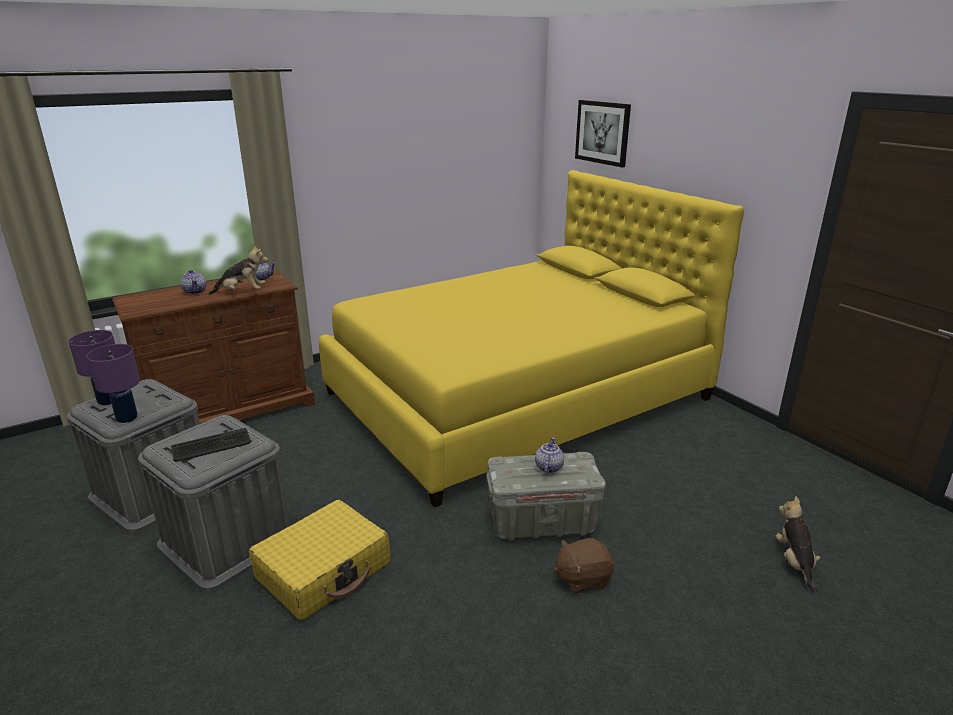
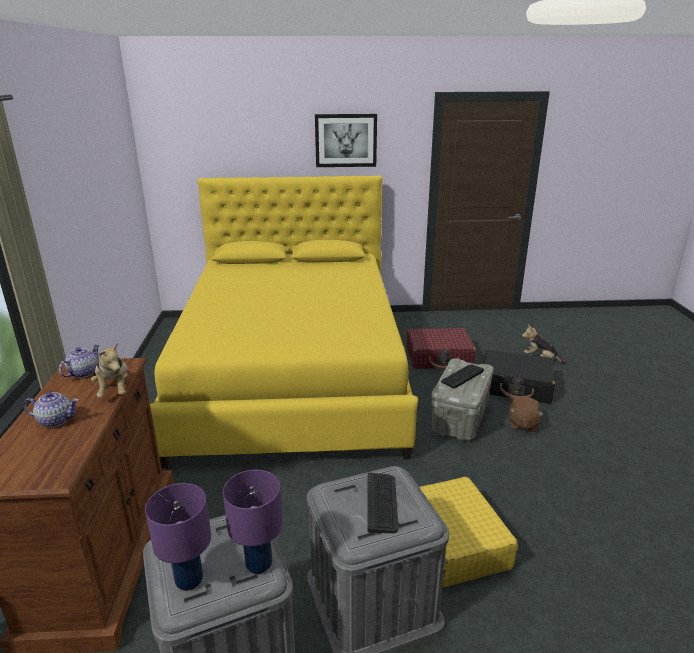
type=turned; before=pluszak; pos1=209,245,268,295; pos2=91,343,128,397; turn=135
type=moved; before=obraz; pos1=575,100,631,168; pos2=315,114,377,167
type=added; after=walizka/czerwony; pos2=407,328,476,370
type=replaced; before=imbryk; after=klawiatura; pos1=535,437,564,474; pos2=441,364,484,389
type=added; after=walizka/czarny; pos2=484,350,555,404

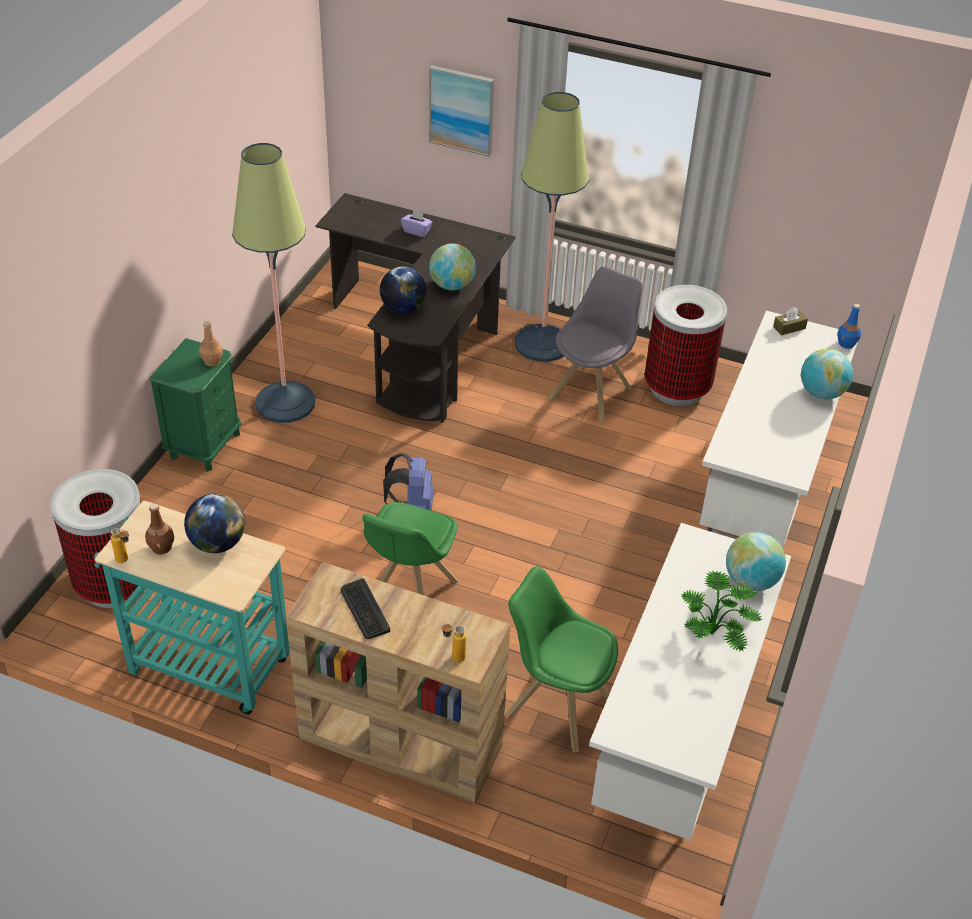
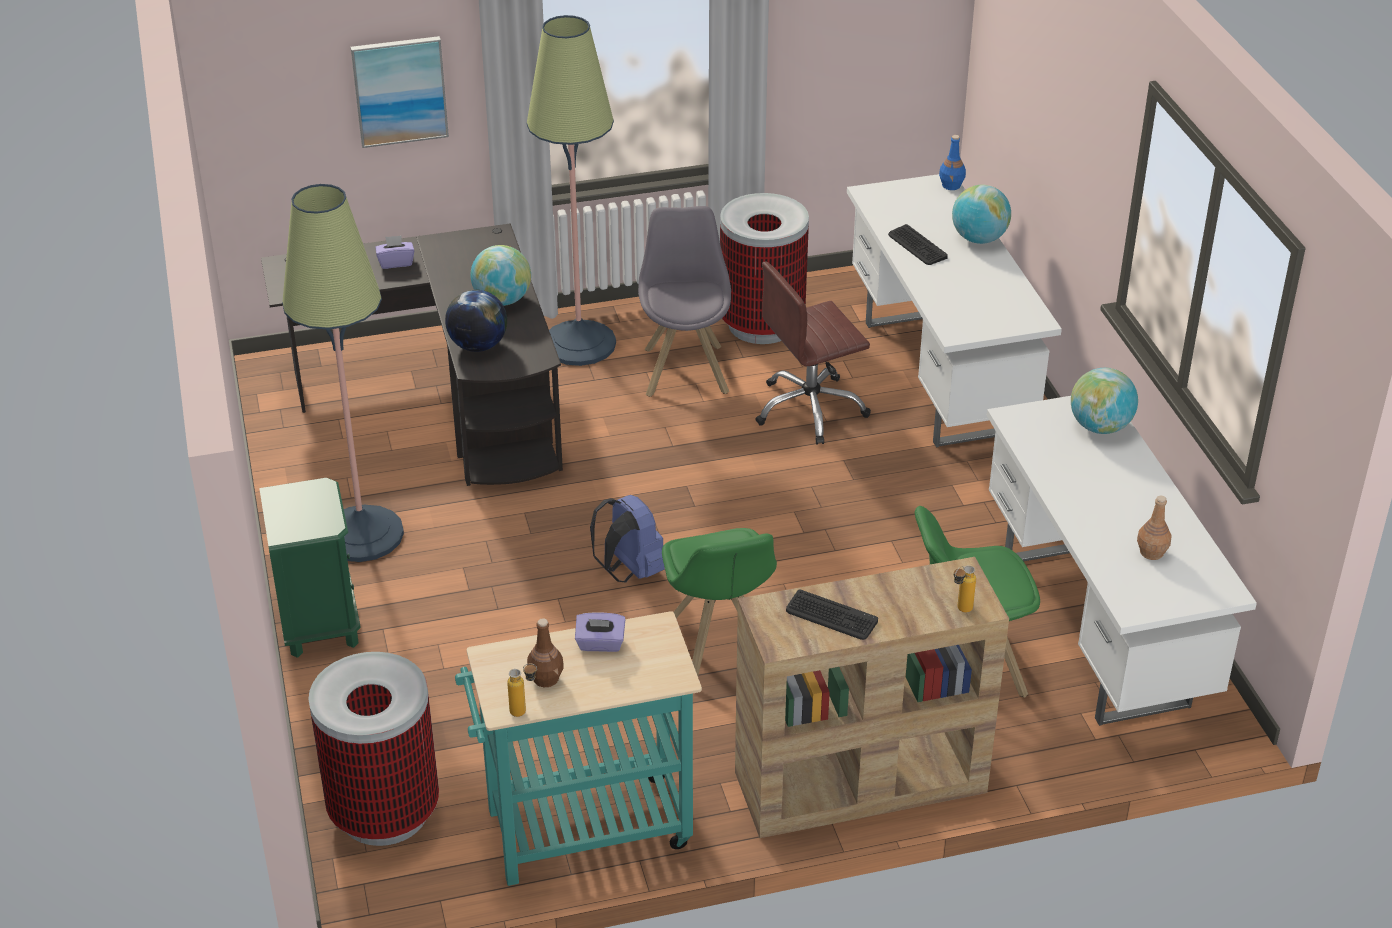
type=replaced; before=globus; after=pudełko chusteczek/fioletowy; pos1=184,494,245,553; pos2=575,612,625,652
type=added; after=krzesło biurowe/brązowy; pos2=755,261,871,444
type=added; after=klawiatura; pos2=888,224,948,265
type=moved; before=butelka/brązowy; pos1=199,321,223,366; pos2=1137,496,1171,560
type=removed; before=roślina doniczkowa; pos1=681,571,762,651
type=removed; before=pudełko chusteczek/brązowy; pos1=773,307,808,336

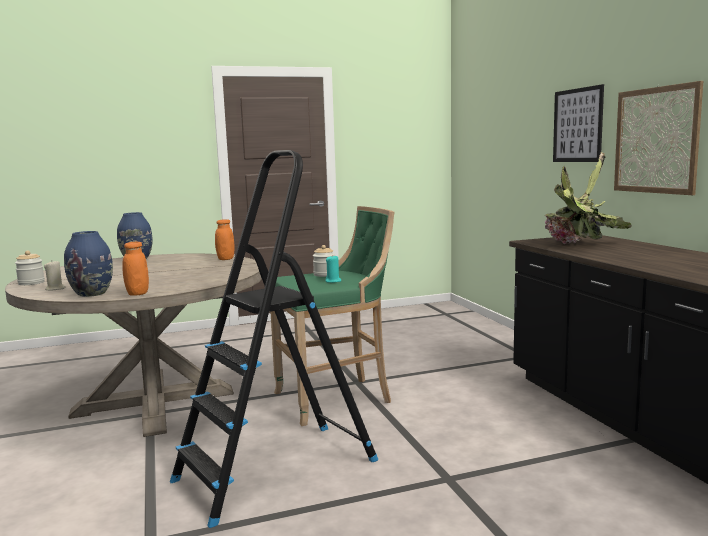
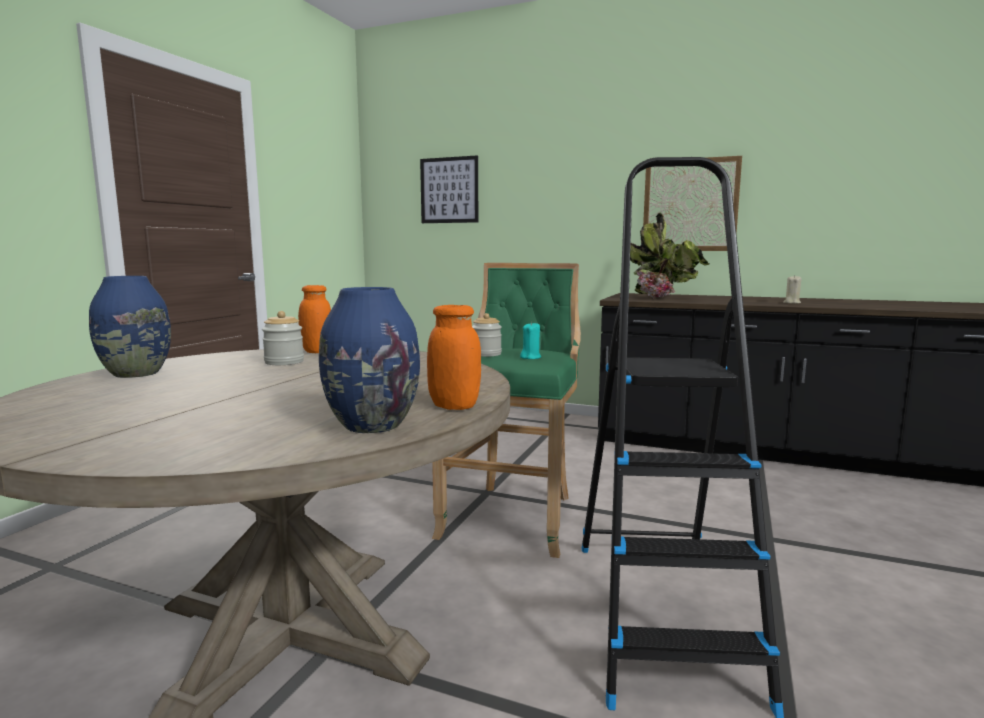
type=moved; before=słoik; pos1=15,251,45,285; pos2=262,311,304,365
type=moved; before=obraz; pos1=553,84,604,162; pos2=420,155,478,223
type=moved; before=świeca/beżowy; pos1=44,261,66,290; pos2=783,275,801,304

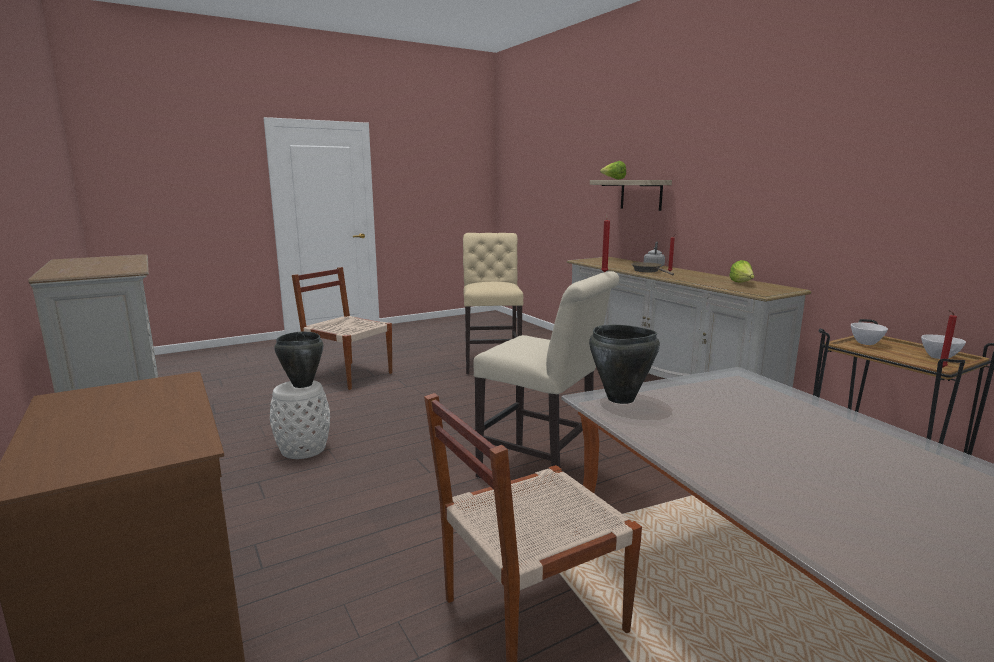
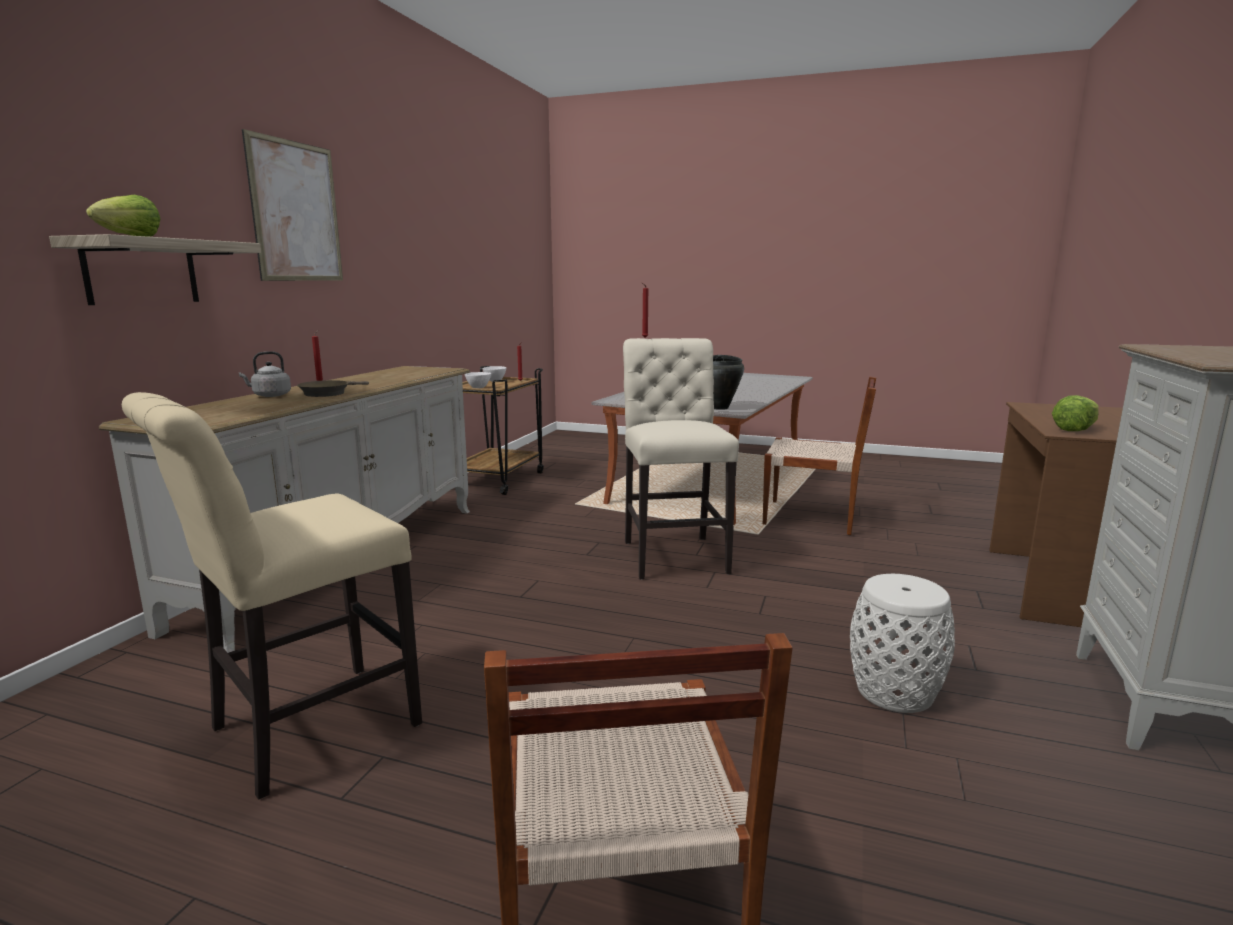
type=added; after=obraz; pos2=242,129,343,281
type=moved; before=sałata; pos1=729,260,755,283; pos2=1052,395,1099,431
type=removed; before=garnek/czarny; pos1=274,332,323,388

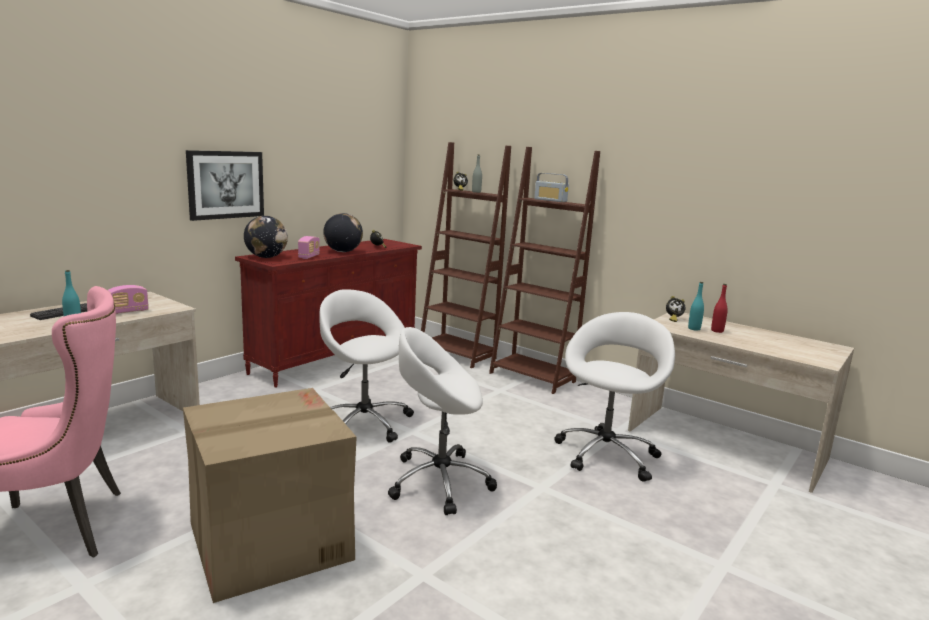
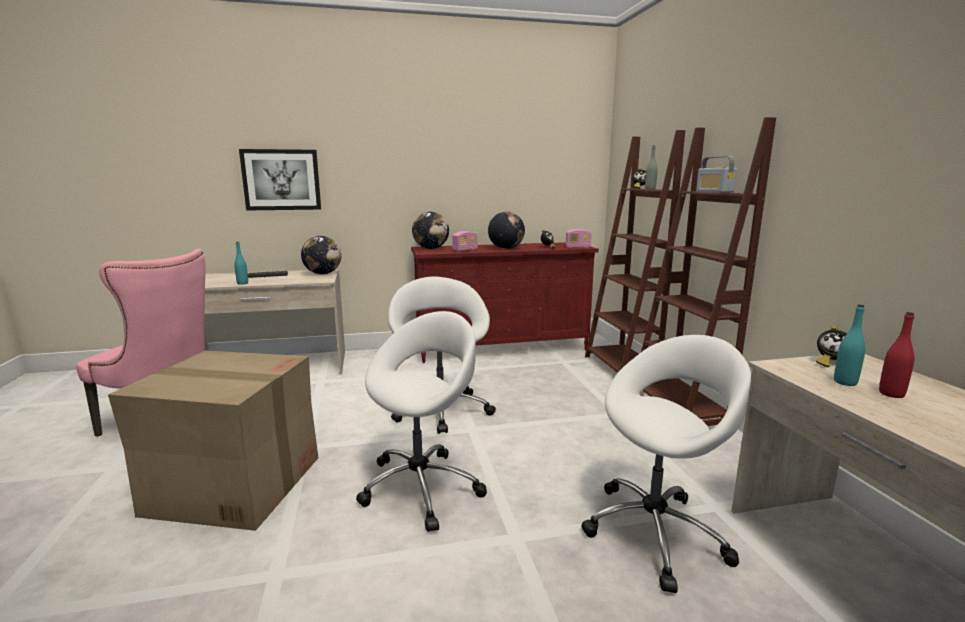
type=moved; before=obraz; pos1=186,150,264,221; pos2=239,149,321,211
type=added; after=globus; pos2=301,236,341,274
type=turned; before=krzesło biurowe/biały; pos1=388,327,497,515; pos2=356,311,487,532; turn=105
type=moved; before=radio; pos1=107,285,149,314; pos2=566,229,592,248

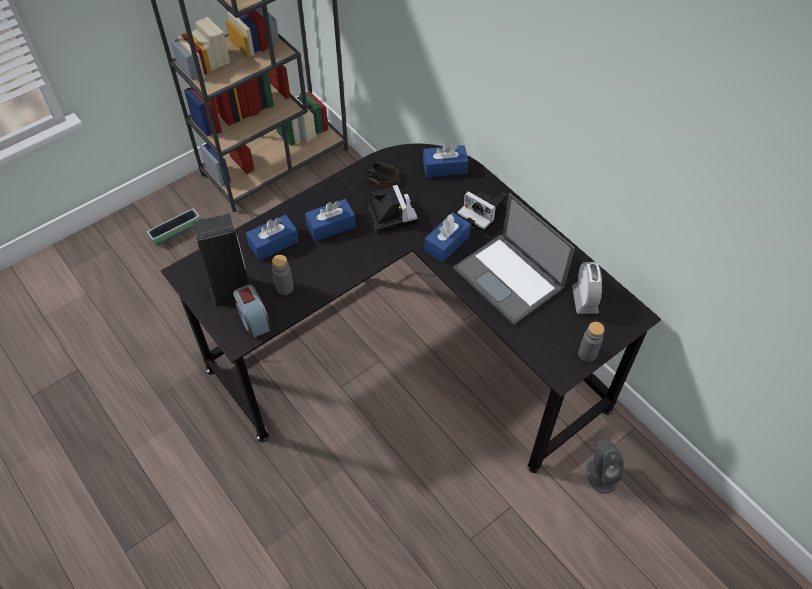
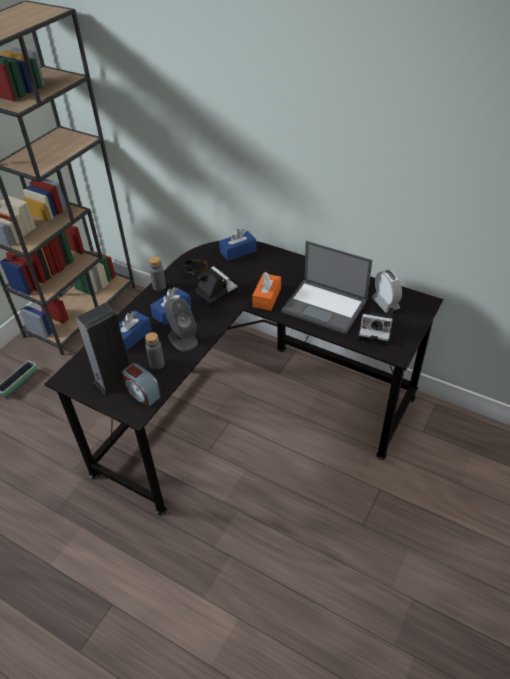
type=moved; before=butelka/szary; pos1=578,322,605,362; pos2=149,256,166,291
type=moved; before=głośnik/szary; pos1=585,439,624,494; pos2=164,299,198,352
type=recoloured; before=pudełko chusteczek/niebieski; after=pudełko chusteczek/pomarańczowy; pos1=424,212,471,263; pos2=252,272,281,311
type=moved; before=aparat fotograficzny; pos1=457,191,507,234; pos2=358,307,394,346

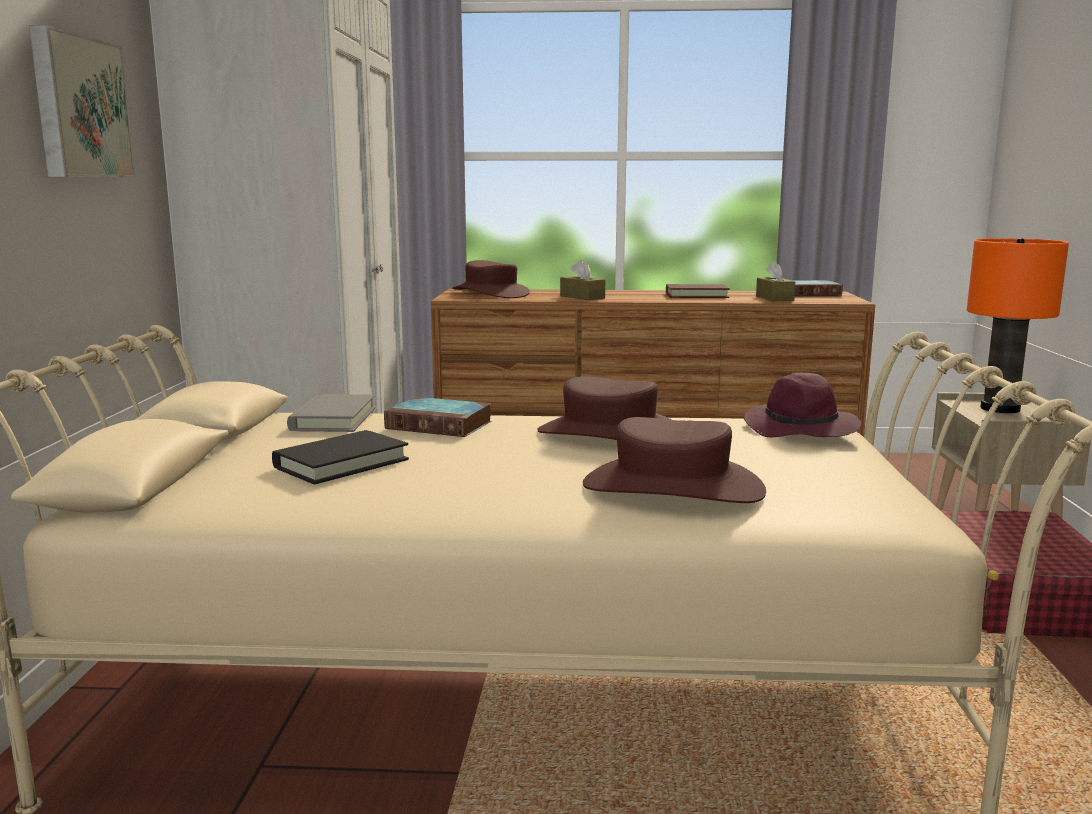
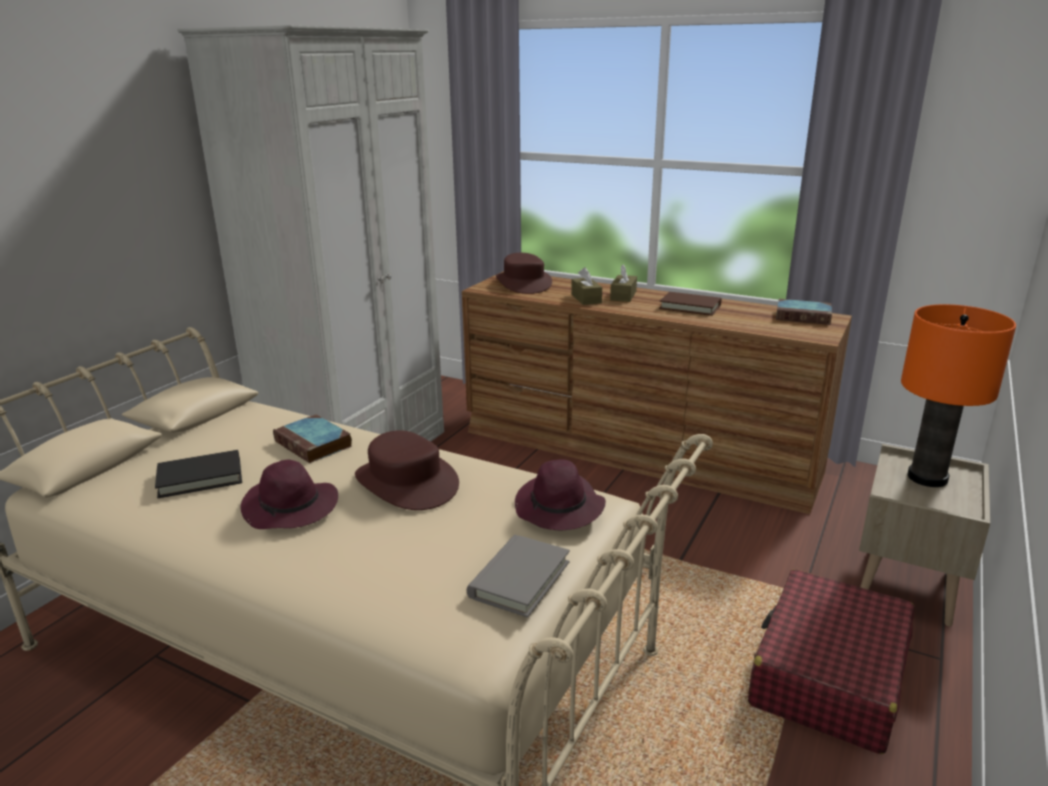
type=added; after=kapelusz/fioletowy; pos2=241,460,338,529
type=moved; before=książka/szary; pos1=287,394,375,432; pos2=467,535,570,618
type=moved; before=pudełko chusteczek/brązowy; pos1=756,261,795,301; pos2=610,265,637,302
type=removed; before=obraz; pos1=29,25,136,178
type=removed; before=kapelusz/brązowy; pos1=583,417,766,503

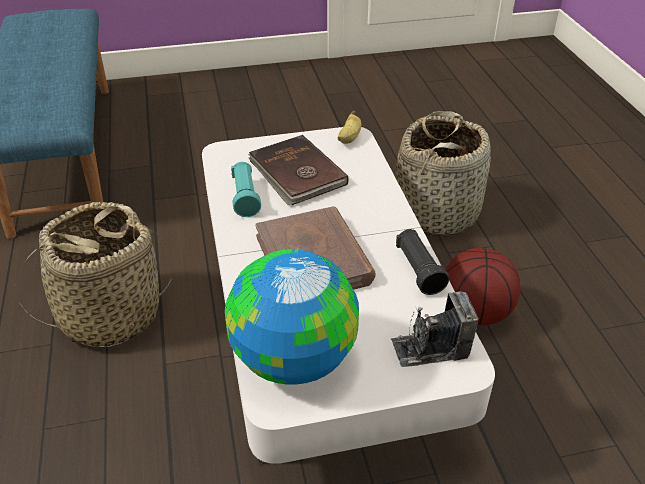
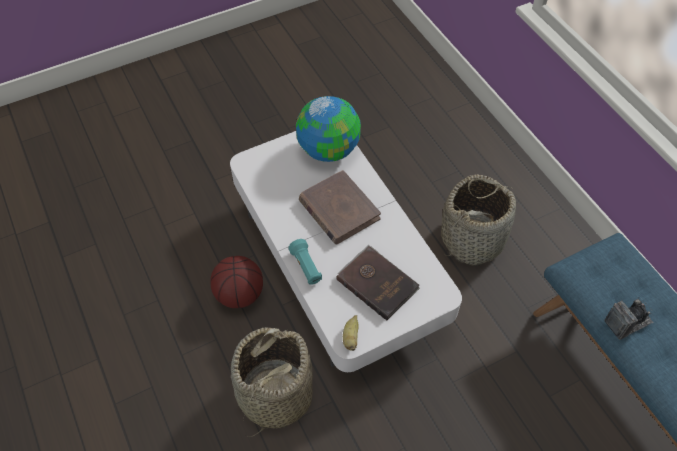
type=moved; before=latarka/turkusowy; pos1=231,162,261,217; pos2=288,239,322,285
type=moved; before=aparat fotograficzny; pos1=391,291,479,367; pos2=604,298,653,340
type=removed; before=latarka/czarny; pos1=396,229,449,295

